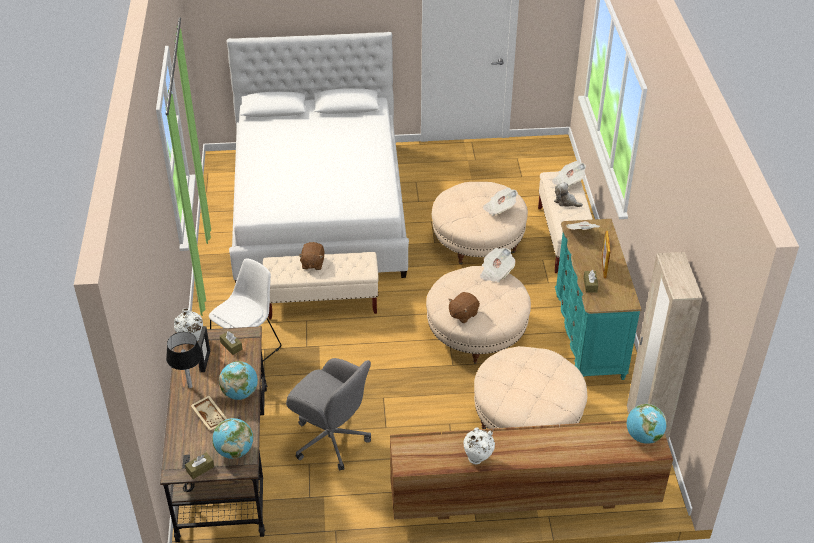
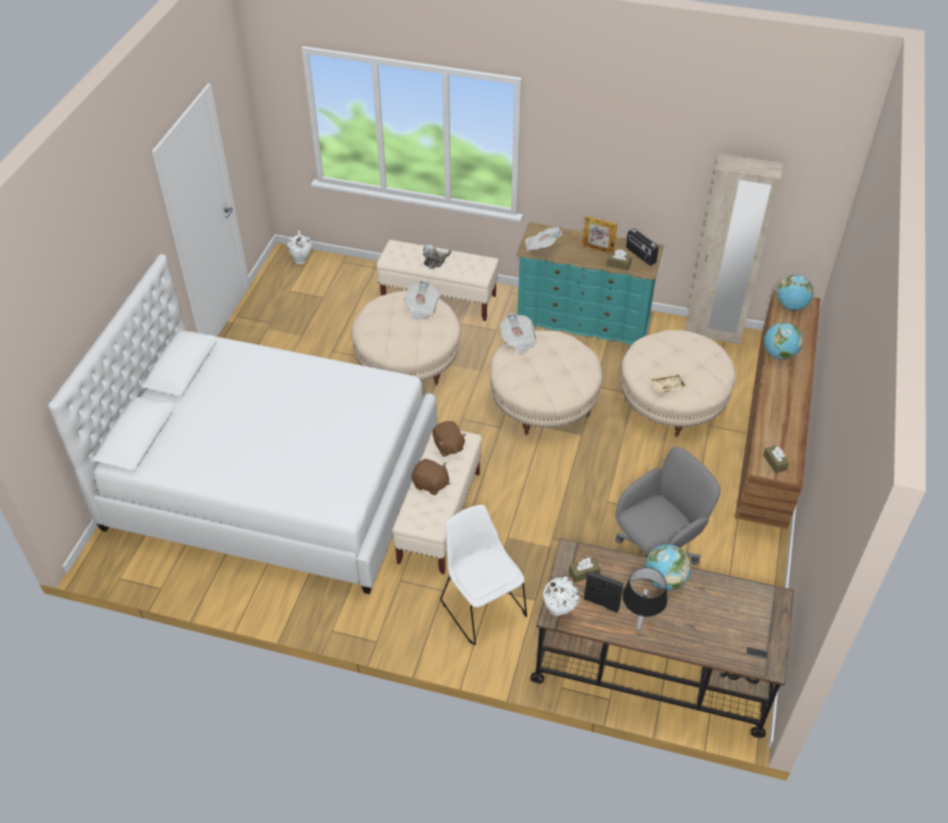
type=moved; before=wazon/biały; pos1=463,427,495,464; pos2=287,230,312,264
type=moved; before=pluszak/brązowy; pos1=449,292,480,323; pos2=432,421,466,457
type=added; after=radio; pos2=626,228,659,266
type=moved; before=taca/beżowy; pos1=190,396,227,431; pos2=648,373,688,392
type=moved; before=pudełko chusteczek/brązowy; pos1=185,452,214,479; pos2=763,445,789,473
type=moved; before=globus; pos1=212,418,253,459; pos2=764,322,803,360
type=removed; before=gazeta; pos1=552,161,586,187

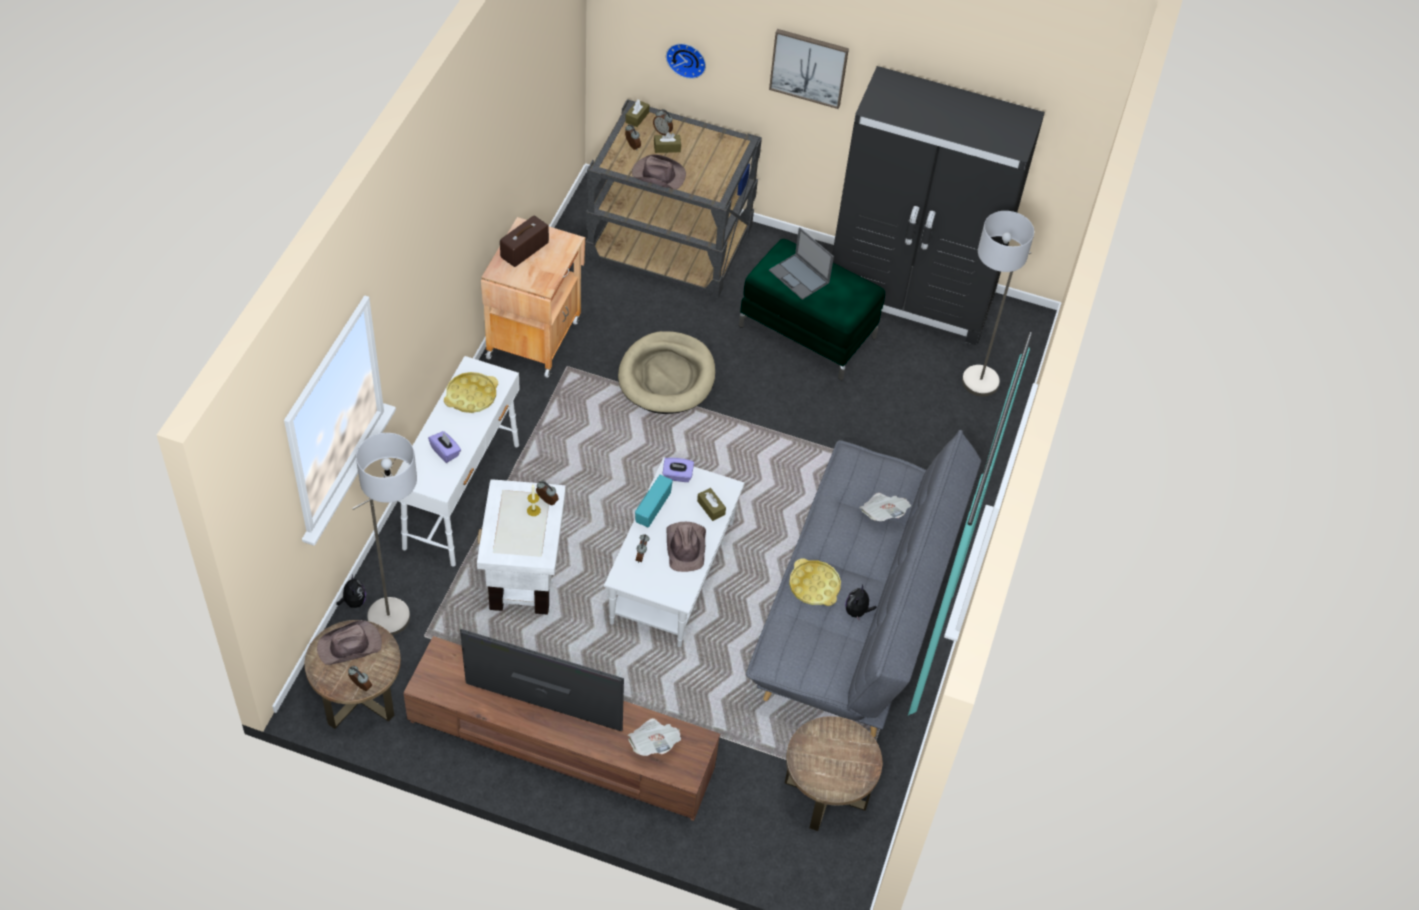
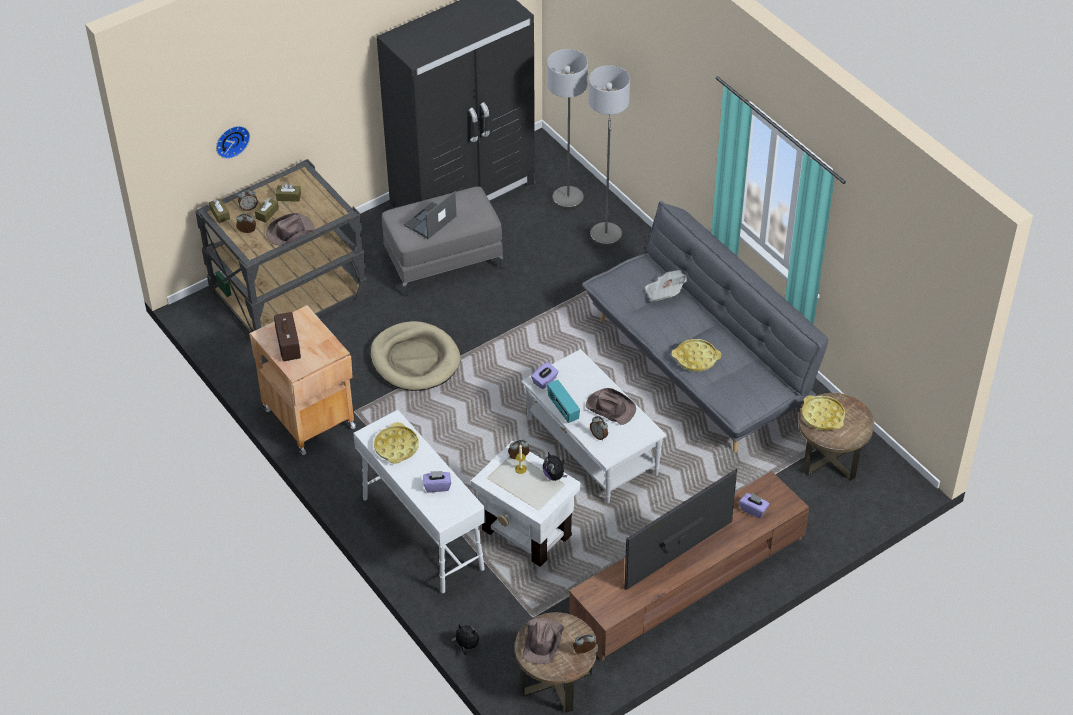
type=moved; before=pudełko chusteczek/brązowy; pos1=697,488,726,521; pos2=276,183,301,202
type=recoloured; before=pufa/zielony; after=pufa/szary; pos1=739,239,885,380; pos2=382,187,503,296
type=turned; before=laptop; pos1=769,227,834,300; pos2=404,191,457,239; turn=135
type=moved; before=pluszak; pos1=845,584,877,622; pos2=543,452,567,481
type=moved; before=lampa stojąca/szary; pos1=352,433,417,635; pos2=589,65,630,247
type=replaced; before=gazeta; after=pudełko chusteczek/fioletowy; pos1=628,718,681,756; pos2=739,493,770,518
type=added; after=taca/żółty; pos2=802,395,845,430
type=removed; before=obraz; pos1=769,29,849,109

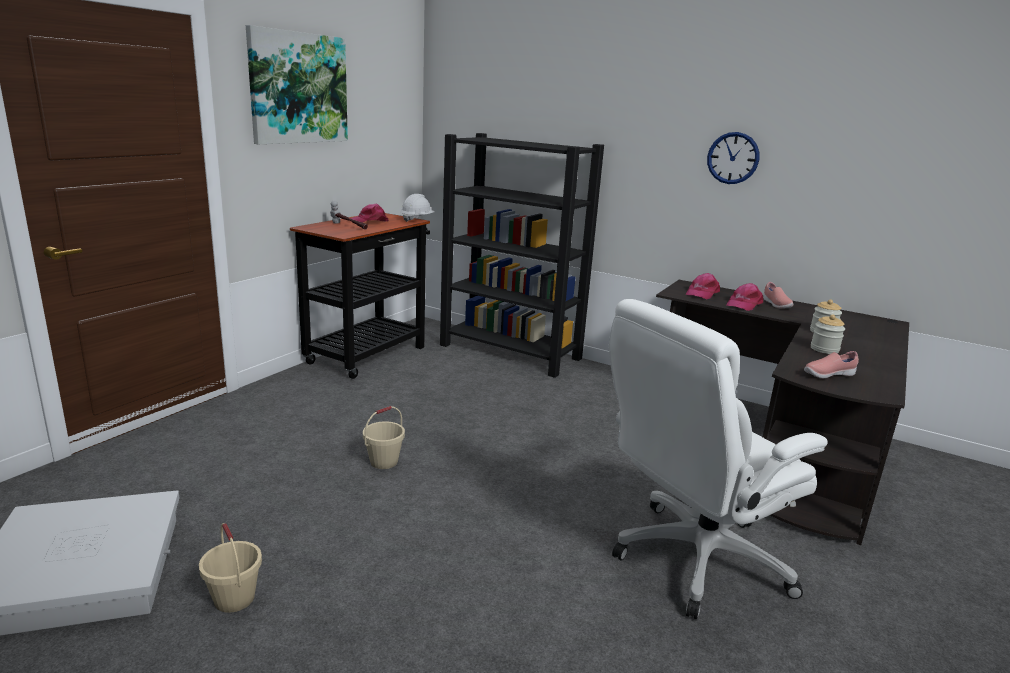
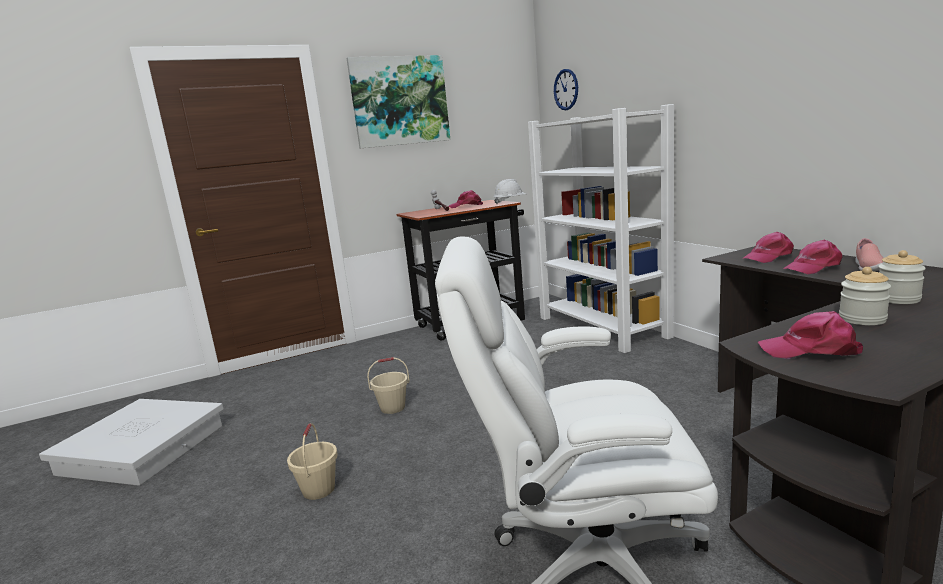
type=moved; before=wiadro/beżowy; pos1=199,523,262,613; pos2=287,423,338,500
type=recoloured; before=regał/czarny; after=regał/biały; pos1=440,133,604,378; pos2=528,104,674,353
type=moved; before=zegar ścienny; pos1=707,132,760,184; pos2=554,69,578,110
type=replaced; before=but/różowy; after=czapka z daszkiem/różowy; pos1=804,351,859,378; pos2=758,311,863,359

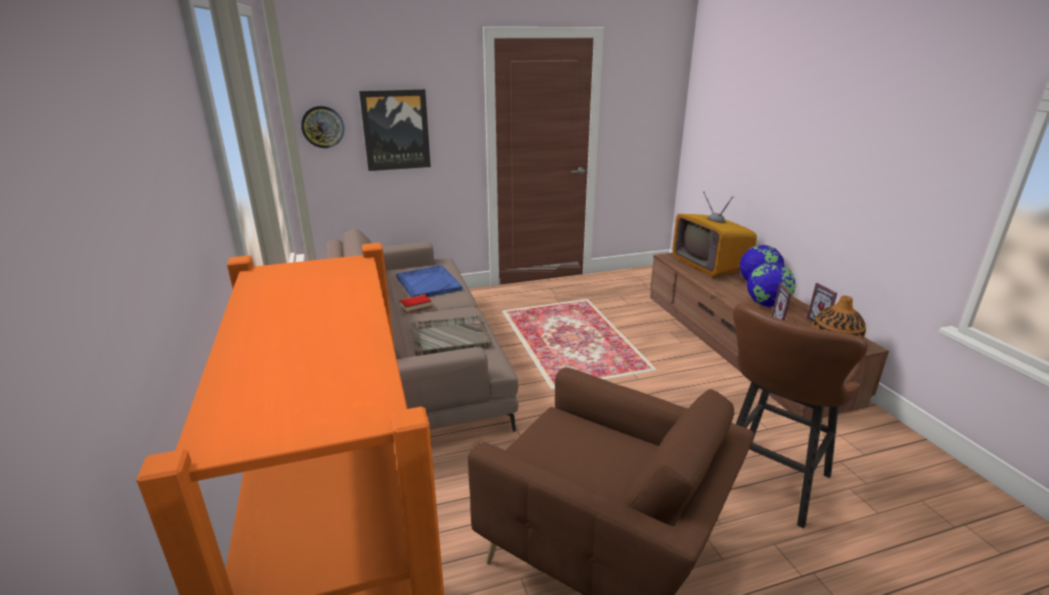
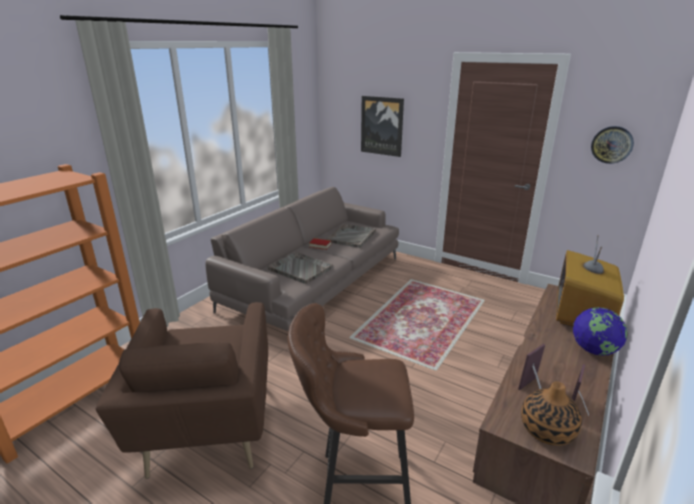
type=recoloured; before=taca/niebieski; after=taca/szary; pos1=396,265,462,297; pos2=326,224,376,248
type=moved; before=zegar ścienny; pos1=301,106,344,148; pos2=591,126,634,164
type=removed; before=globus; pos1=747,262,796,307

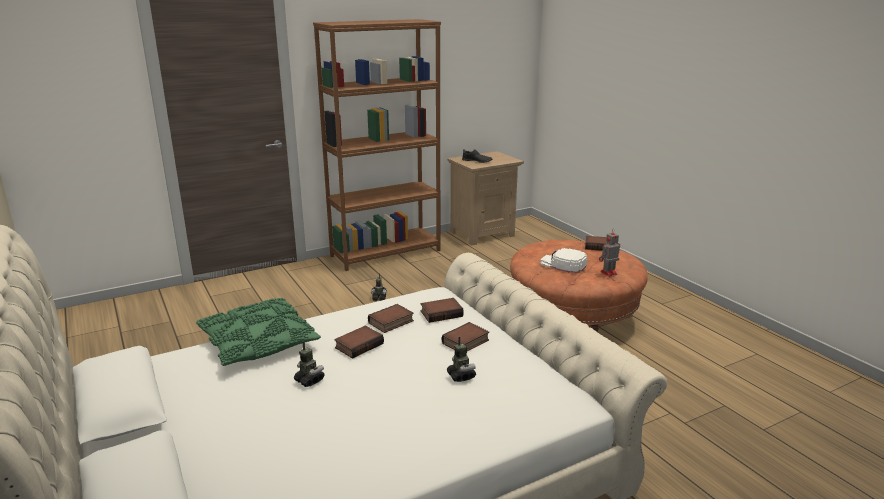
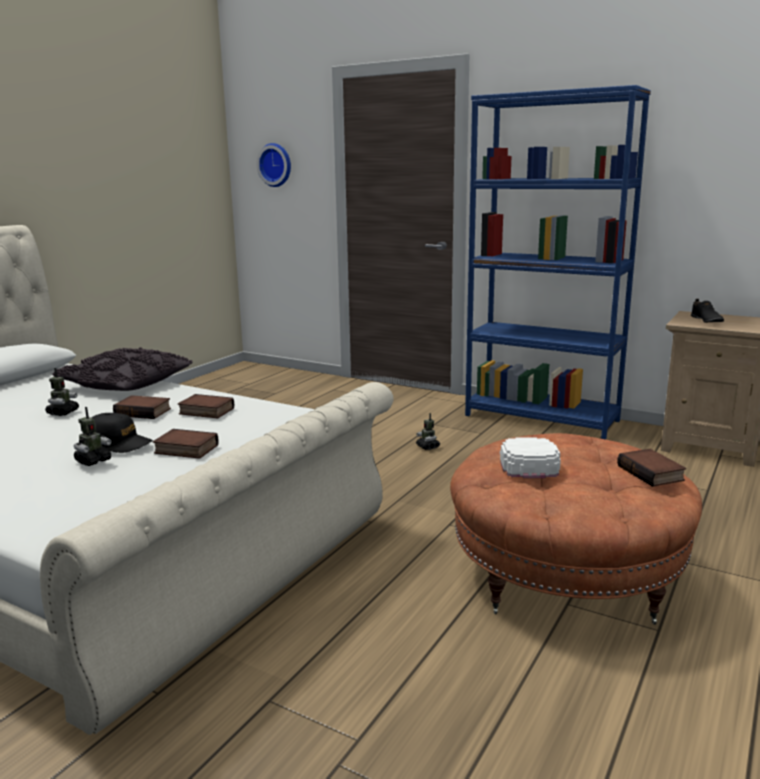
type=recoloured; before=poduszka/zielony; after=poduszka/czarny; pos1=196,298,321,366; pos2=52,347,192,391
type=added; after=czapka z daszkiem/czarny; pos2=92,413,153,453
type=added; after=zegar ścienny; pos2=257,143,291,187
type=recoloured; before=regał/brązowy; after=regał/niebieski; pos1=313,19,441,271; pos2=465,85,651,440
type=removed; before=książka; pos1=421,298,464,323
type=removed; before=robot zabawkowy; pos1=599,230,620,277

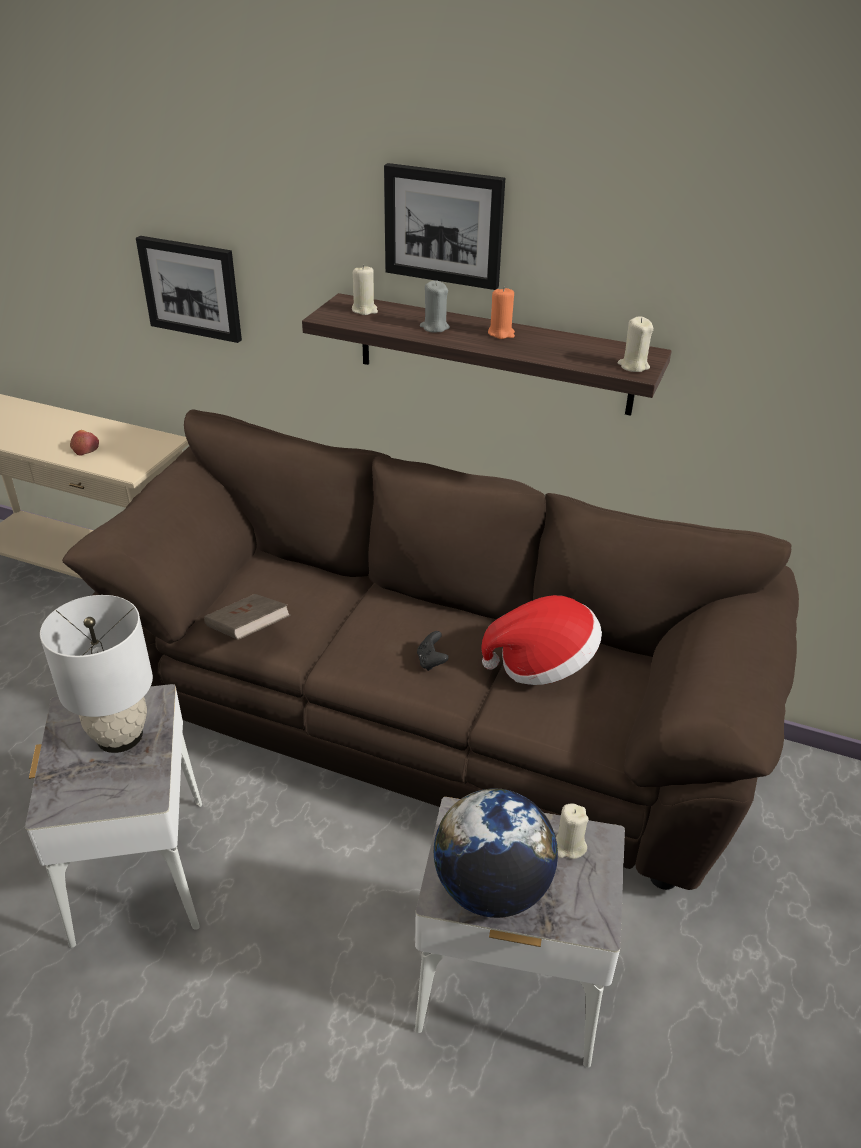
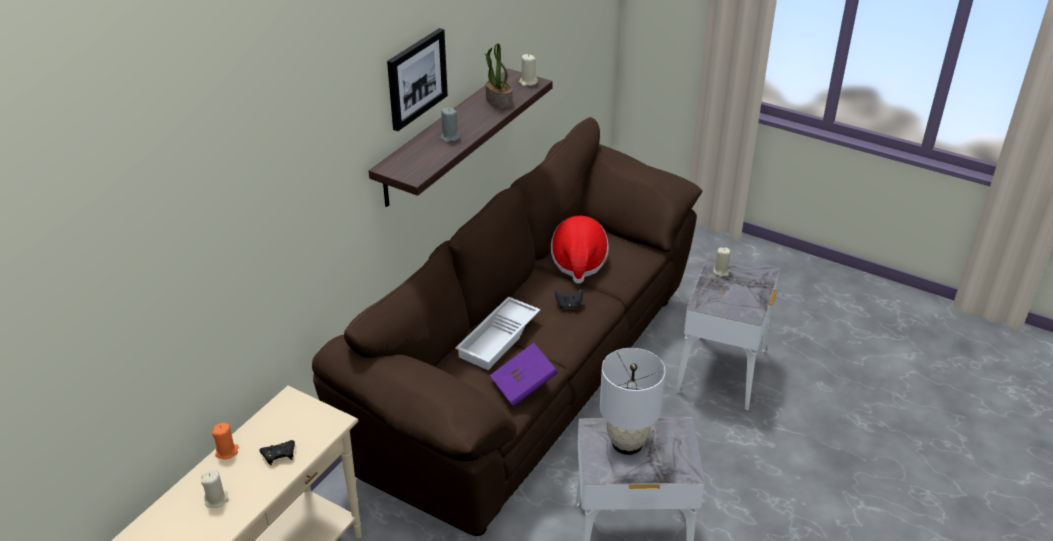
type=moved; before=świeca/beżowy; pos1=352,265,378,315; pos2=201,470,229,508
type=moved; before=świeca/pomarańczowy; pos1=488,287,515,339; pos2=212,423,239,459
type=replaced; before=jabłko; after=pad do gier/czarny; pos1=70,430,99,456; pos2=259,440,295,465
type=added; after=taca/biały; pos2=455,296,540,370
type=added; after=roślina doniczkowa; pos2=485,43,512,109
type=recoloured; before=książka/brązowy; after=książka/fioletowy; pos1=204,594,291,640; pos2=490,343,558,407
type=removed; before=obraz; pos1=136,236,242,343
type=removed; before=globus; pos1=434,788,558,918

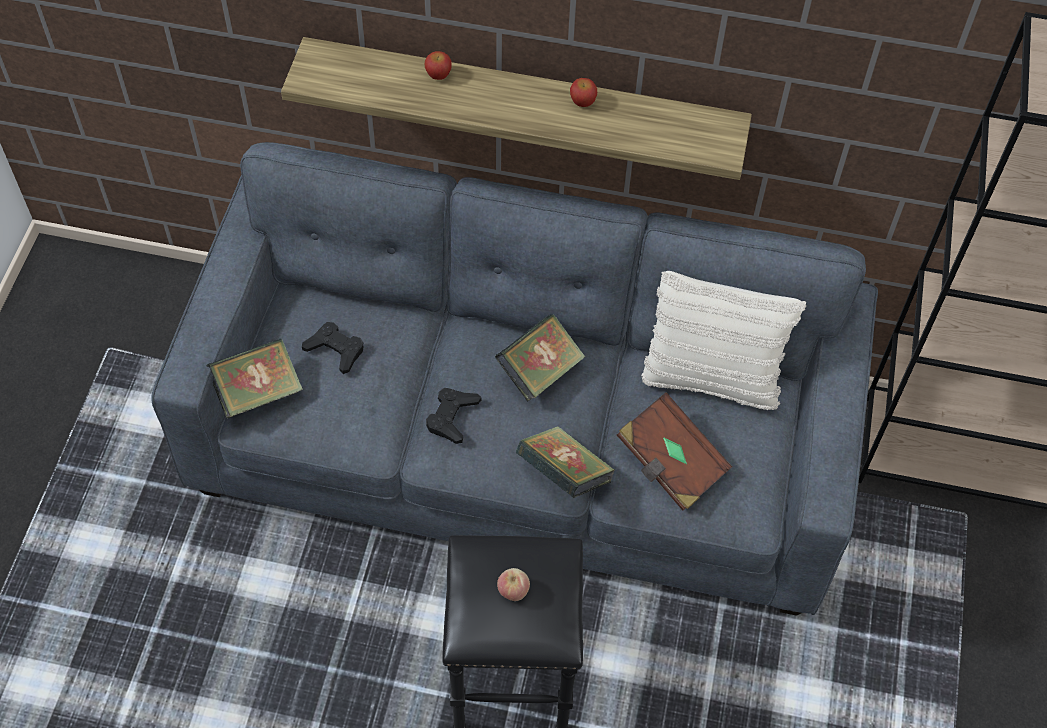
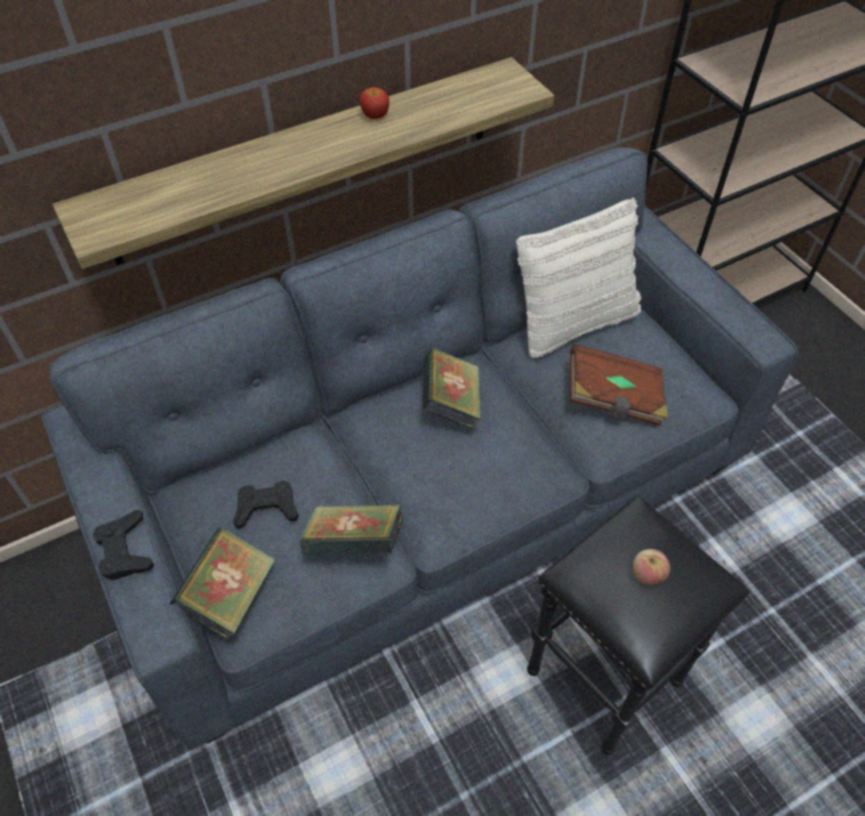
type=moved; before=pad do gier/czarny; pos1=426,388,481,444; pos2=92,510,154,580
type=moved; before=książka; pos1=516,426,615,498; pos2=300,505,403,555
type=removed; before=jabłko; pos1=425,51,452,80

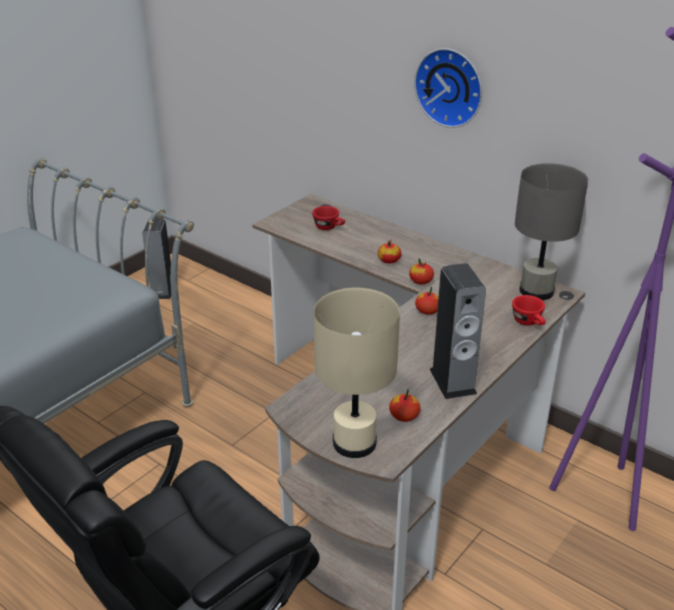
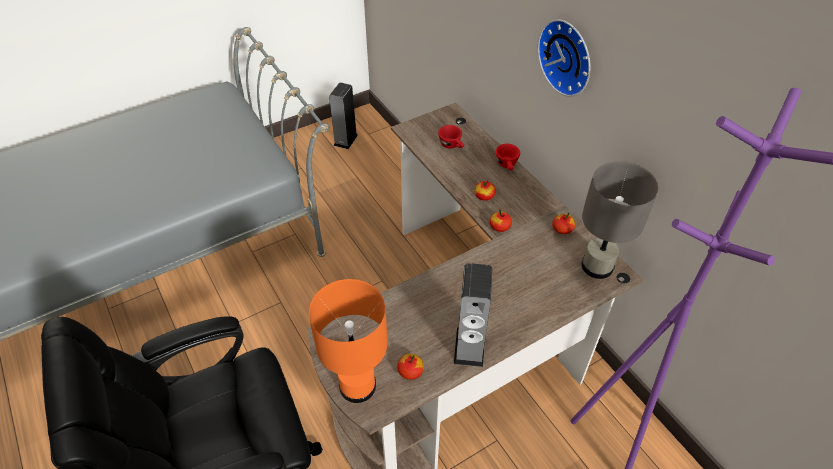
type=recoloured; before=lampa stołowa/beżowy; after=lampa stołowa/pomarańczowy; pos1=314,287,400,458; pos2=309,279,387,403
type=moved; before=filiżanka/czerwony; pos1=512,295,546,326; pos2=496,144,520,170
type=moved; before=jabłko; pos1=415,287,439,315; pos2=552,213,575,234

